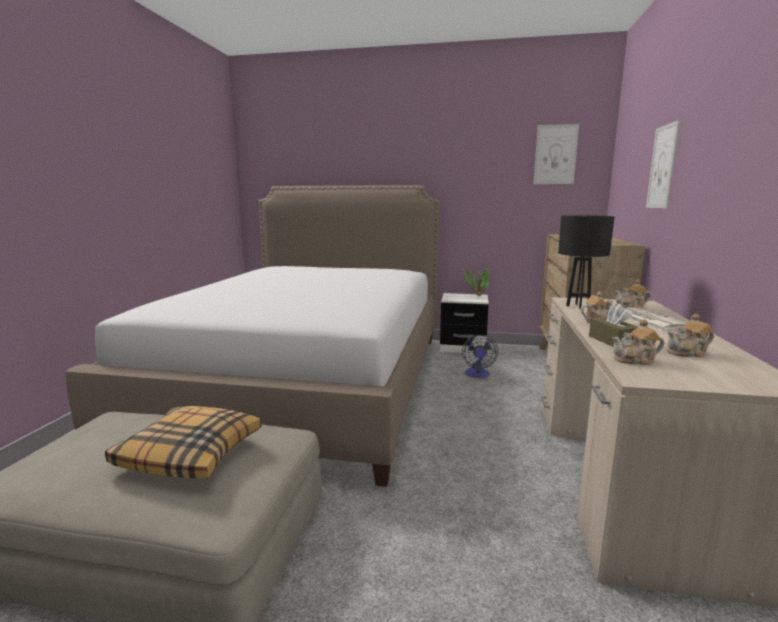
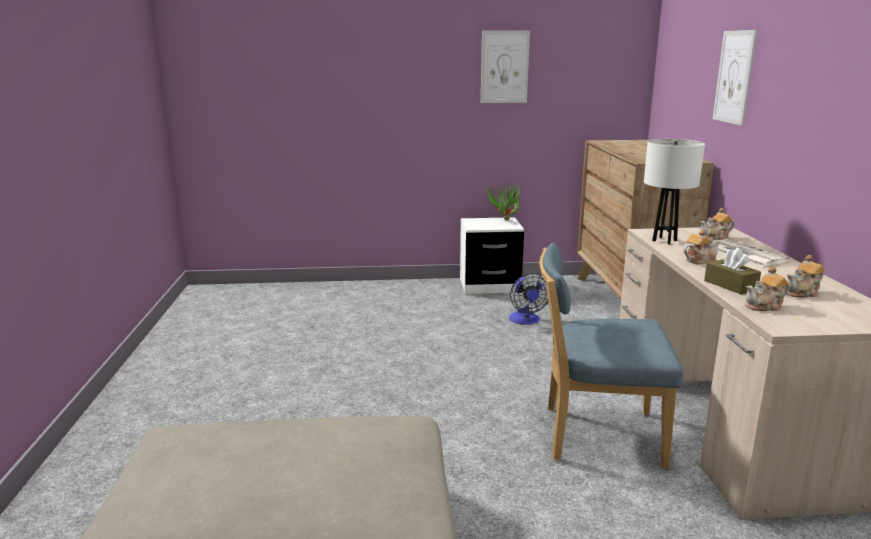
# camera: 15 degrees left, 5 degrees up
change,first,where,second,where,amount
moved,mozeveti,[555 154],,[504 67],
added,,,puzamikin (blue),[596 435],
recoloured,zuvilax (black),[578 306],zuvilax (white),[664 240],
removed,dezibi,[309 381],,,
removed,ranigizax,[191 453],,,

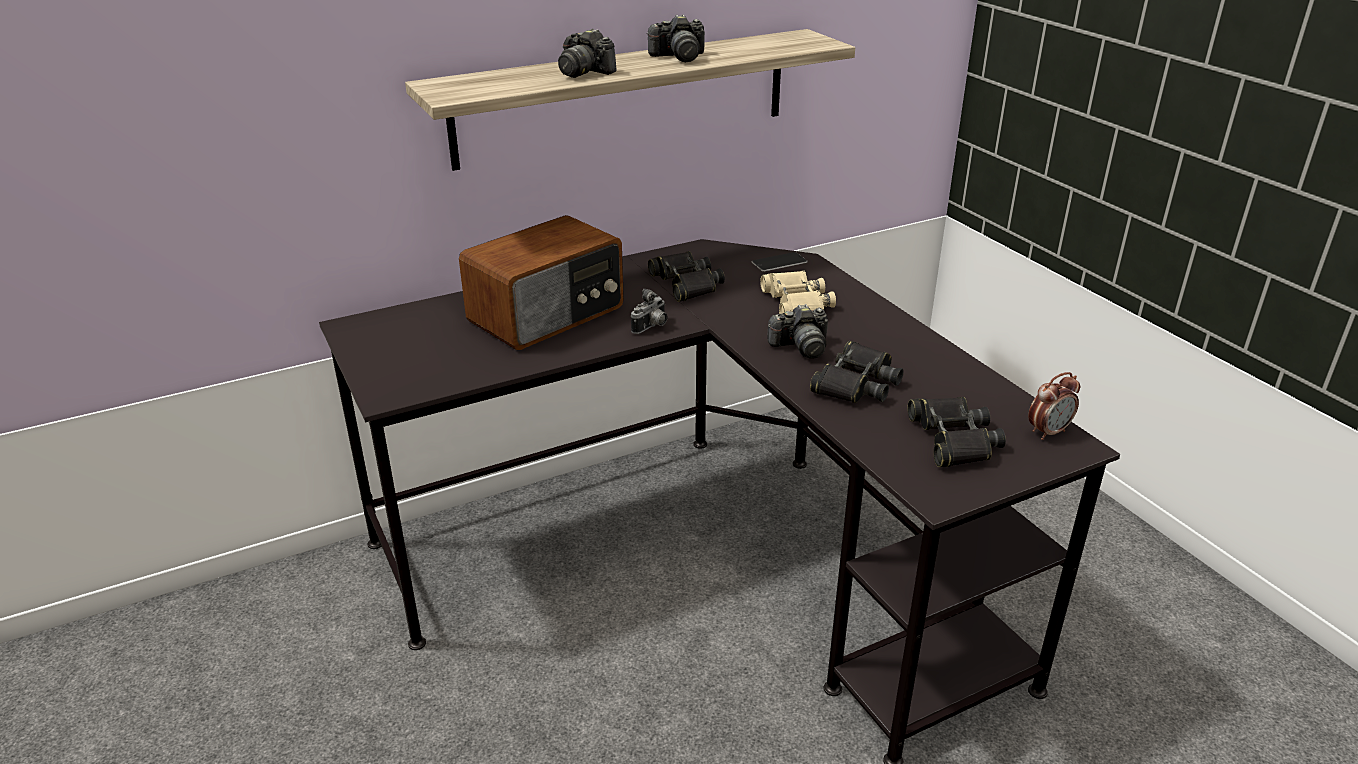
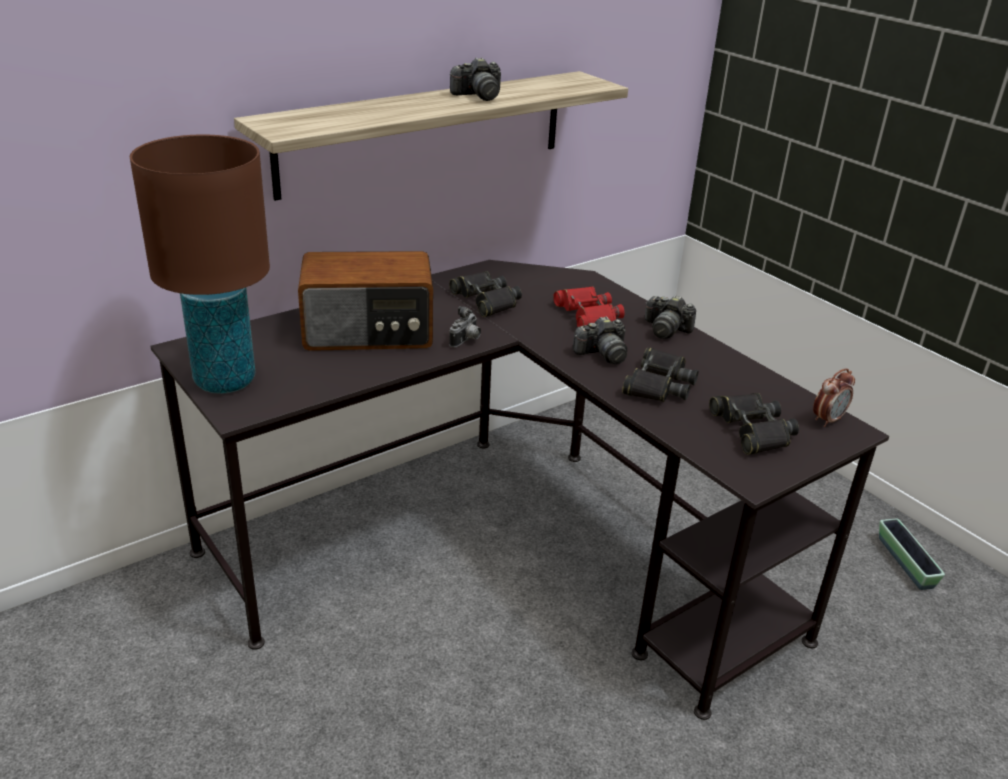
# camera: 10 degrees left, 0 degrees up
change,first,where,second,where,amount
added,,,zuvilax (brown),[224 380],
turned,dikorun,[548 315],,[369 332],45 degrees clockwise
recoloured,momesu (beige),[796 304],momesu (red),[588 316],
moved,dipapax,[584 72],,[666 330],
added,,,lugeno,[905 562],
removed,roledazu,[779 262],,,

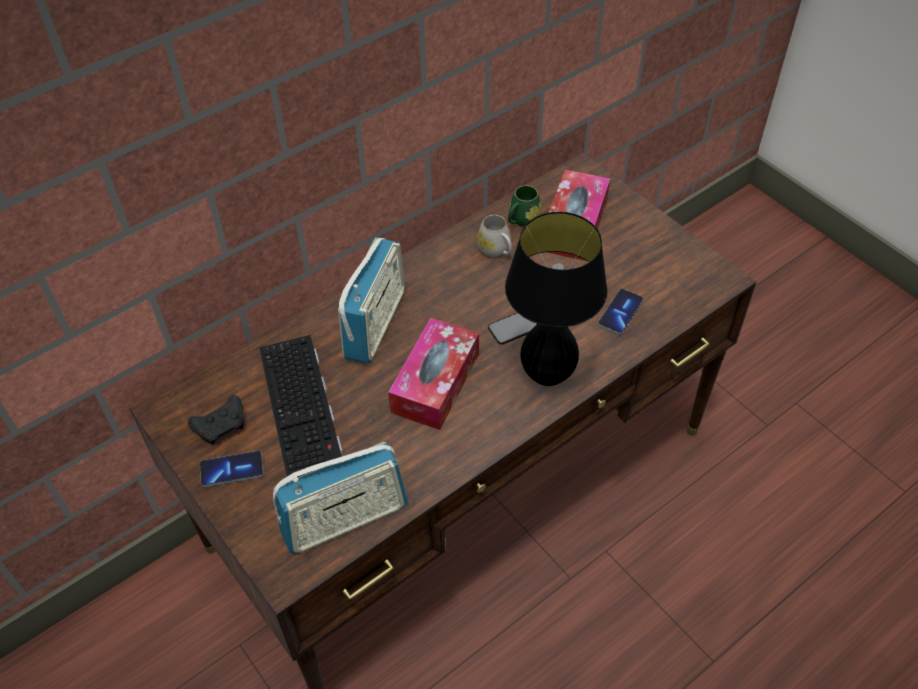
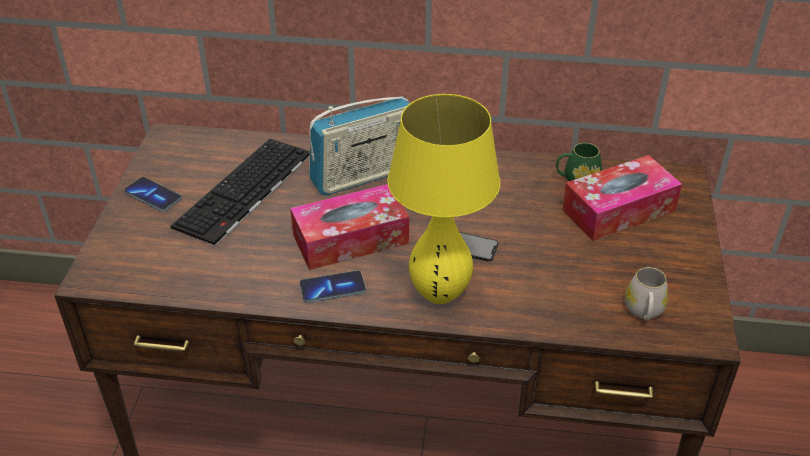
# camera: 45 degrees right, 10 degrees down
change,first,where,second,where,amount
moved,roledazu,[620 313],,[332 288],
recoloured,zuvilax (black),[547 376],zuvilax (yellow),[439 294],
moved,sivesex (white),[496 250],,[644 312],
removed,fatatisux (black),[222 425],,,
removed,dikorun,[345 519],,,

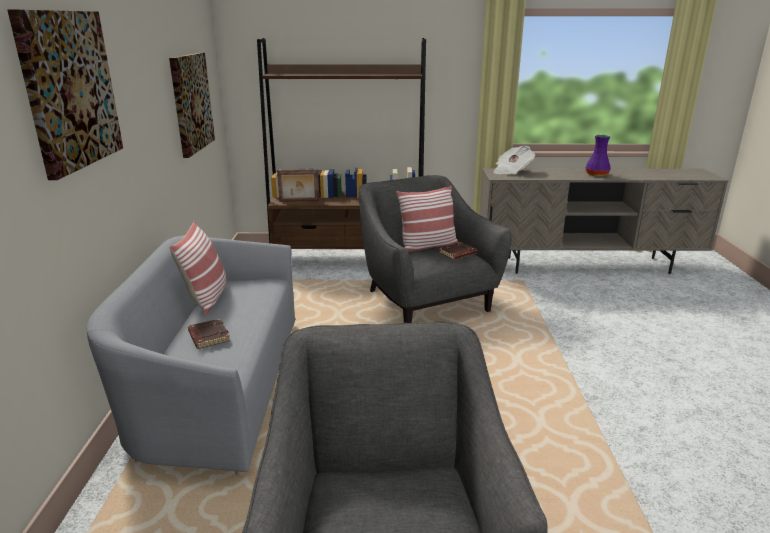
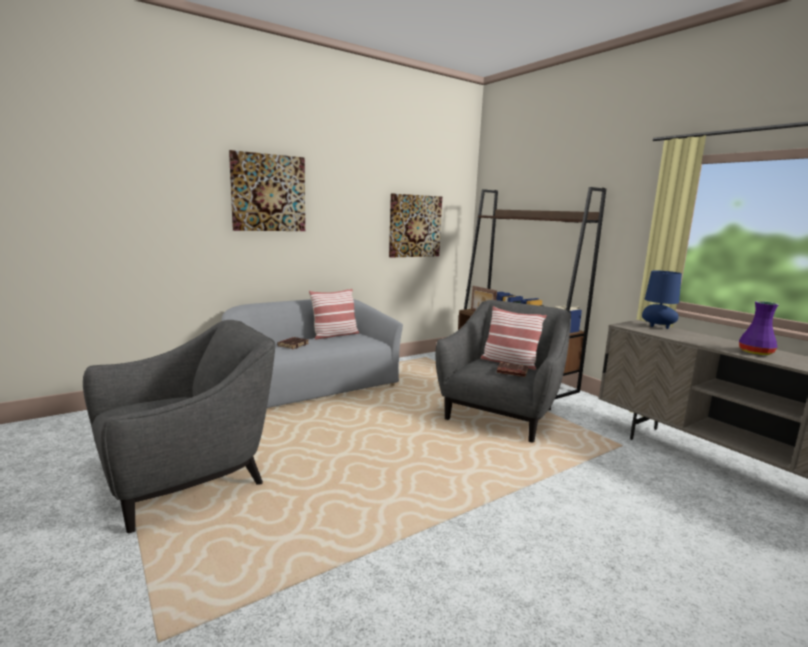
# camera: 55 degrees right, 10 degrees down
change,first,where,second,where,amount
replaced,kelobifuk,[511 171],zuvilax (blue),[657 327],

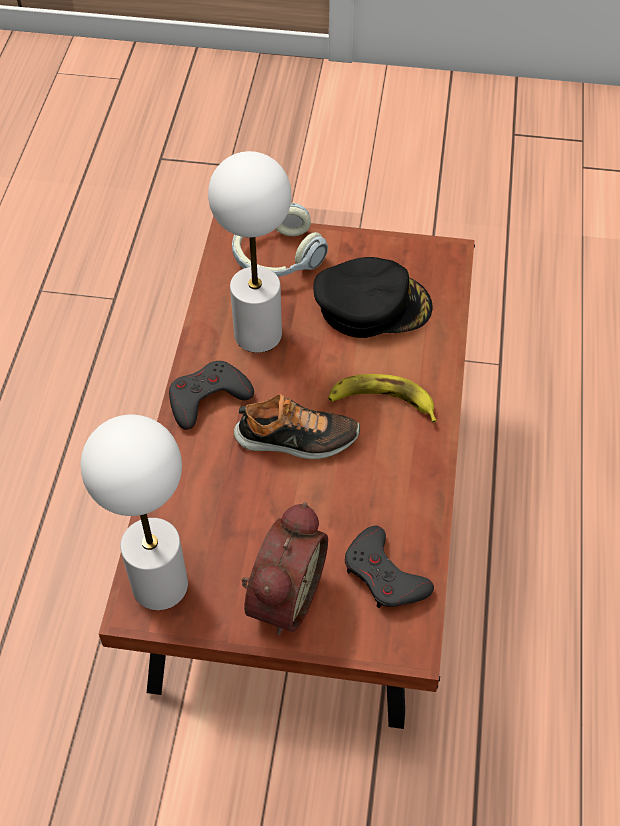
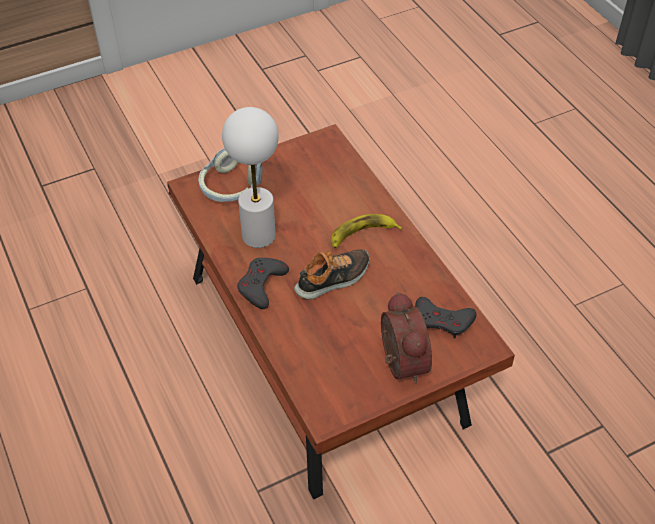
# camera: 35 degrees left, 5 degrees down
change,first,where,second,where,amount
removed,zuvilax (white),[160 584],,,
removed,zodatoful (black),[372 305],,,

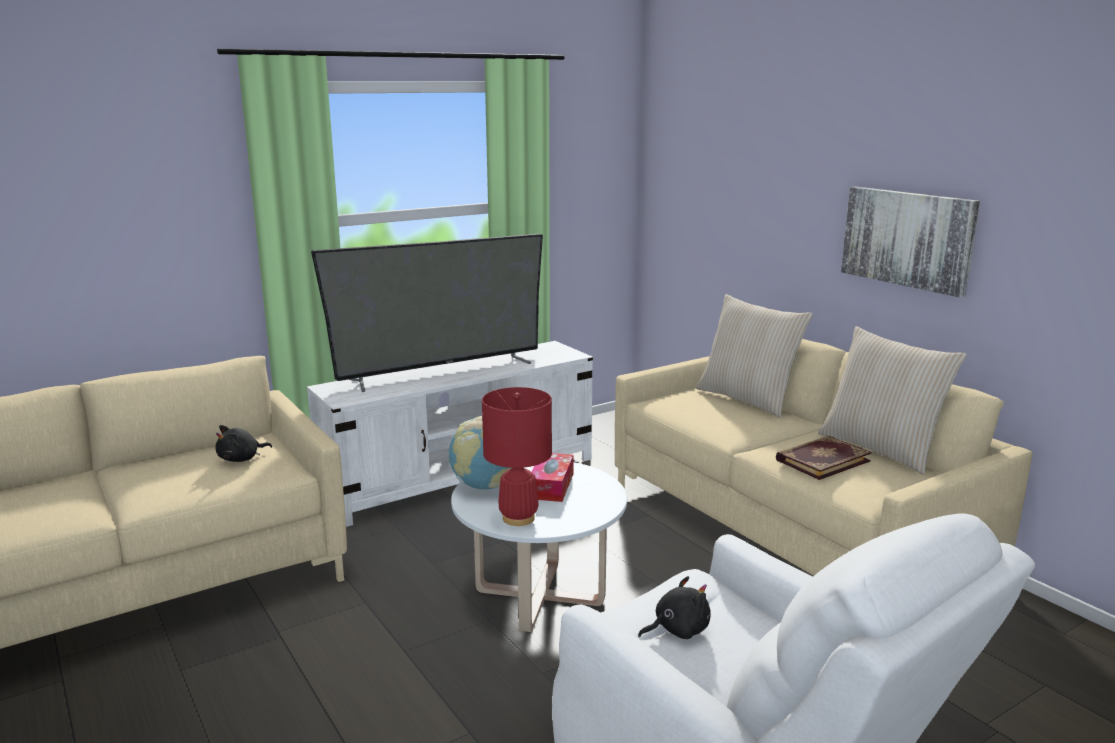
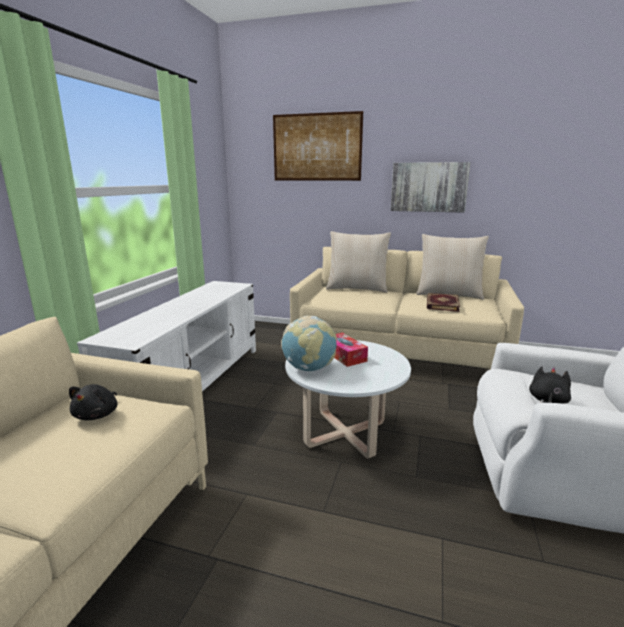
# camera: 40 degrees left, 0 degrees up
change,first,where,second,where,amount
added,,,mozeveti,[316 147],
removed,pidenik,[441 371],,,
removed,zuvilax (red),[518 518],,,

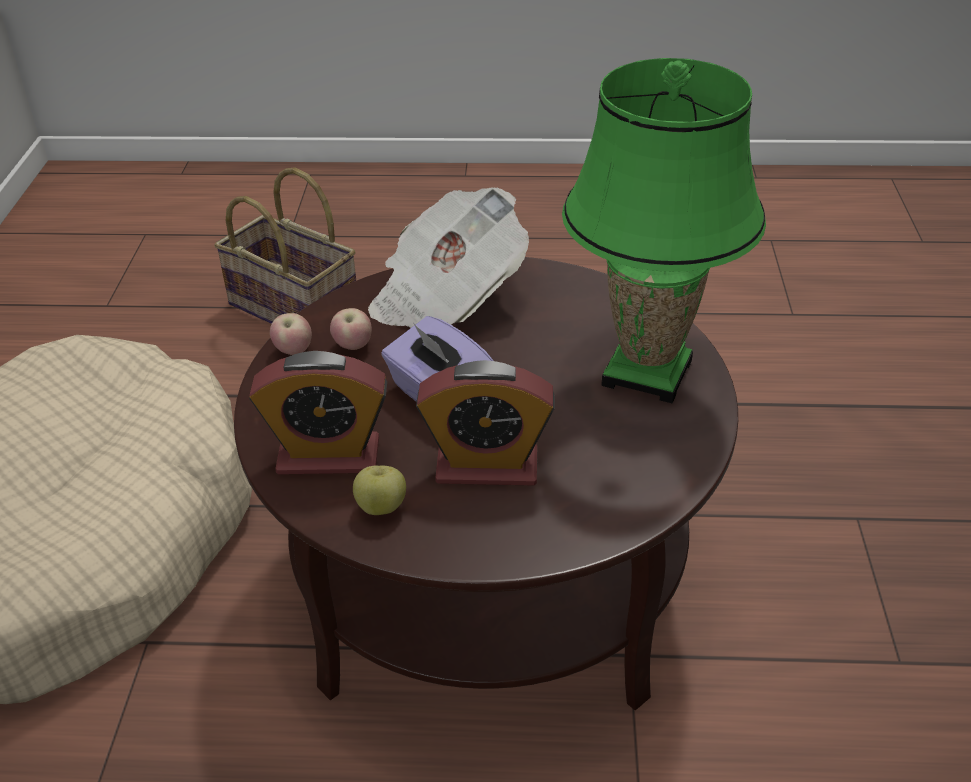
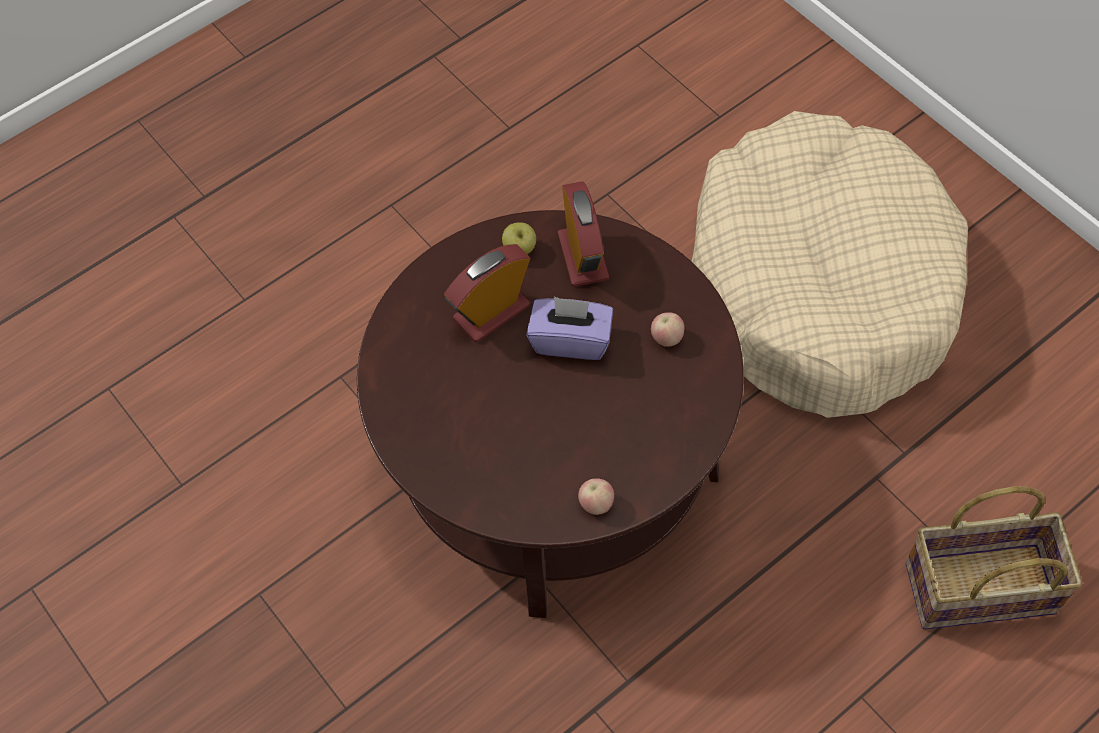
# camera: 140 degrees right, 20 degrees up
change,first,where,second,where,amount
turned,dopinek,[328 456],,[583 256],120 degrees clockwise
moved,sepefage,[293 351],,[596 504],
removed,kelobifuk,[446 297],,,
removed,zuvilax (green),[646 373],,,

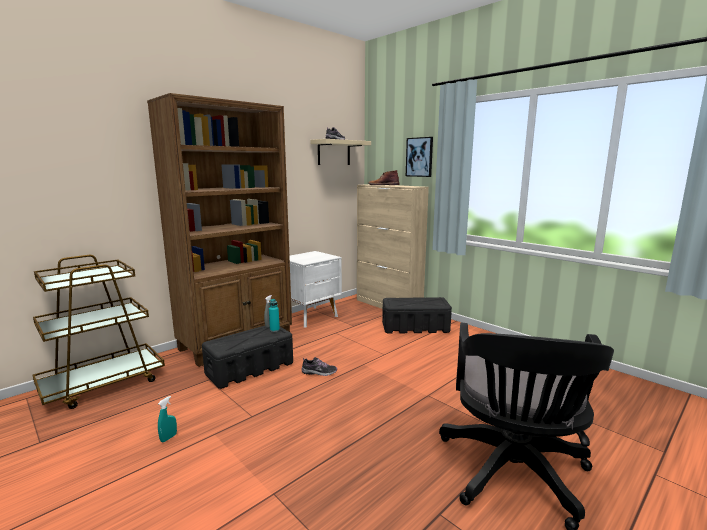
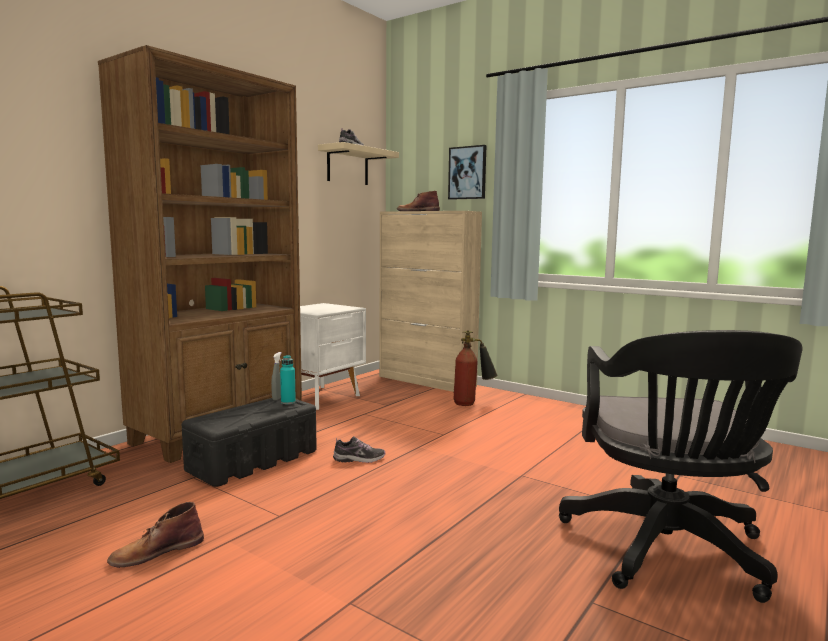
# camera: 10 degrees left, 5 degrees down
change,first,where,second,where,amount
replaced,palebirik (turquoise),[168 438],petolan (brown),[156 551],
replaced,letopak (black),[414 327],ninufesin,[472 403],

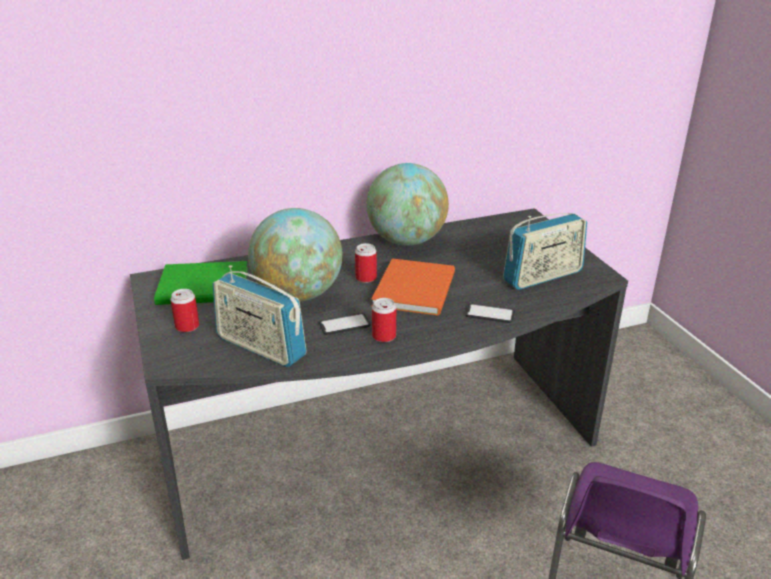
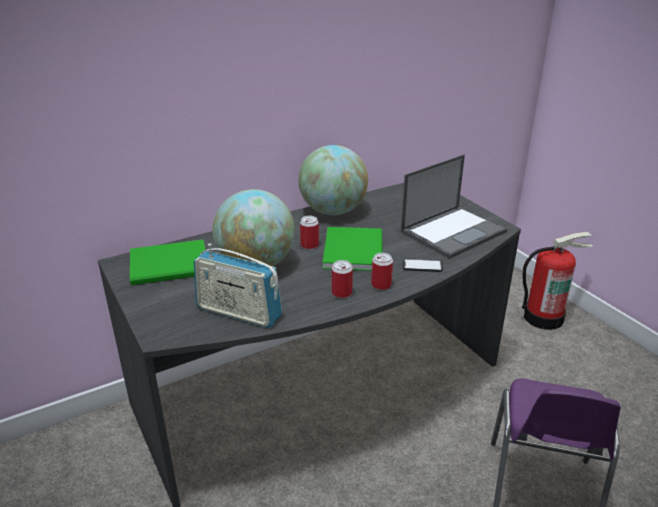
# camera: 10 degrees left, 0 degrees up
change,first,where,second,where,amount
recoloured,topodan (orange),[417 288],topodan (green),[355 250],
moved,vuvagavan,[187 326],,[381 285],
replaced,dikorun,[543 276],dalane,[453 231],
added,,,ninufesin,[543 317],
removed,roledazu,[344 325],,,

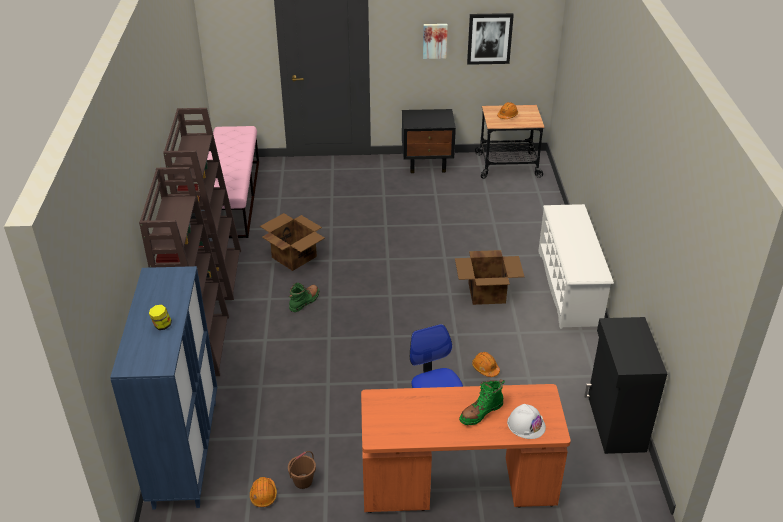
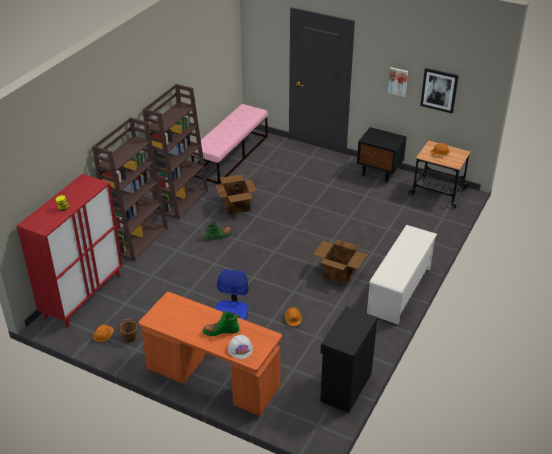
# camera: 30 degrees right, 0 degrees up
change,first,where,second,where,amount
recoloured,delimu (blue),[185 452],delimu (red),[83 296],

